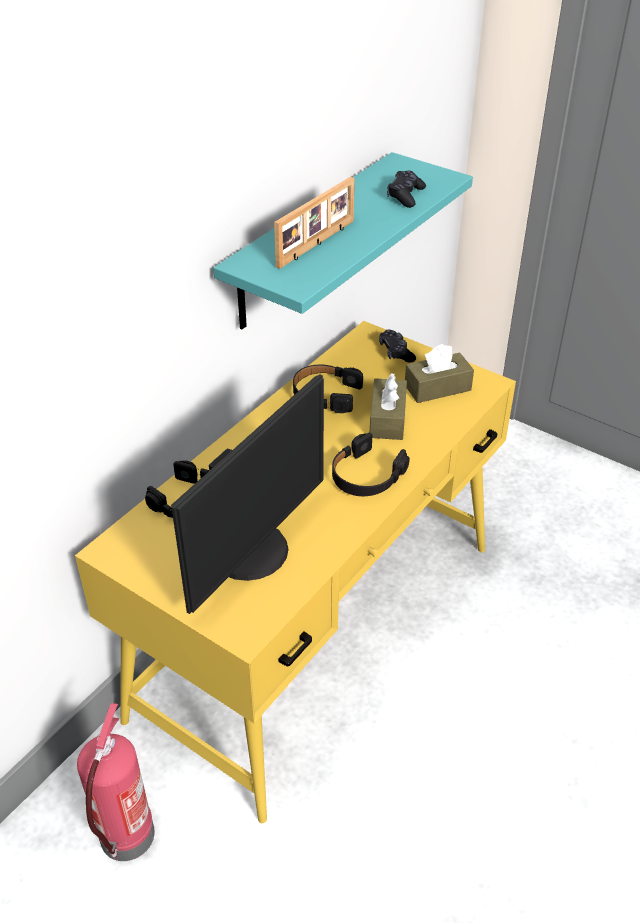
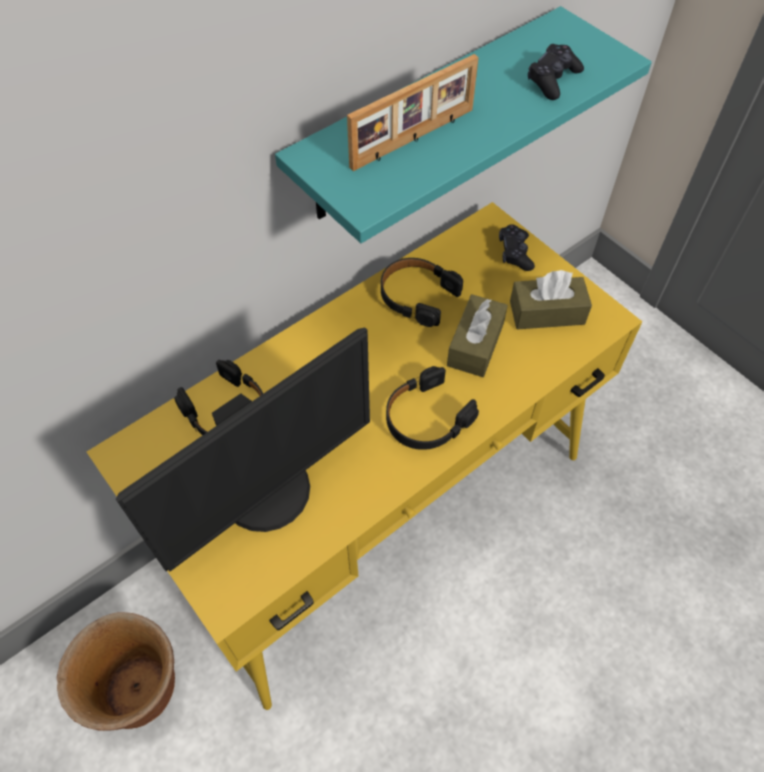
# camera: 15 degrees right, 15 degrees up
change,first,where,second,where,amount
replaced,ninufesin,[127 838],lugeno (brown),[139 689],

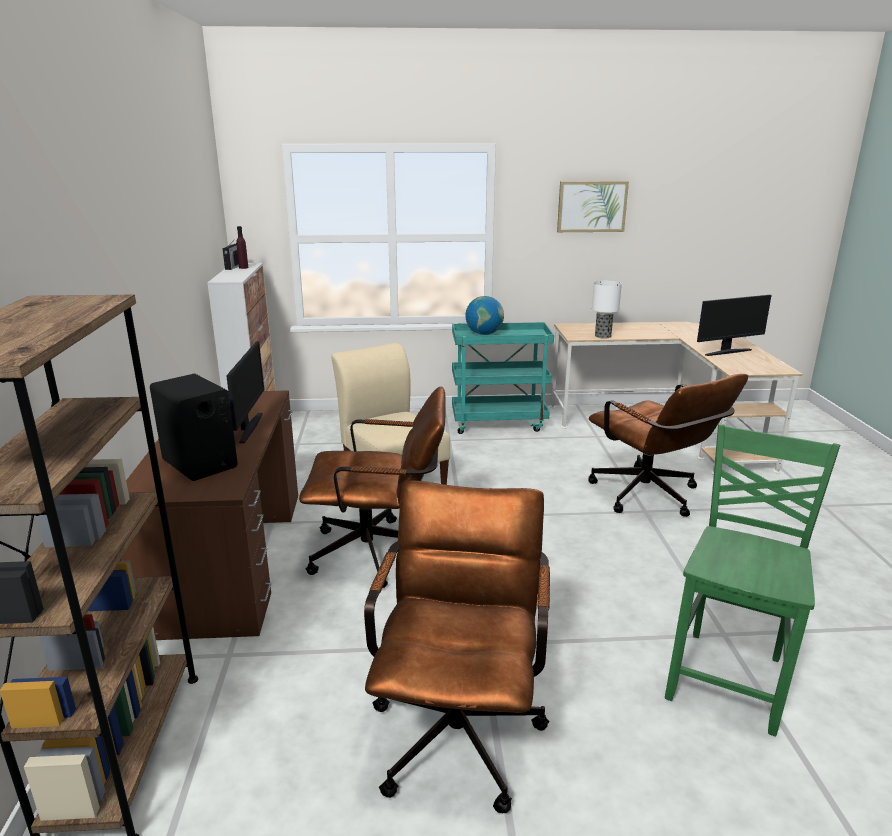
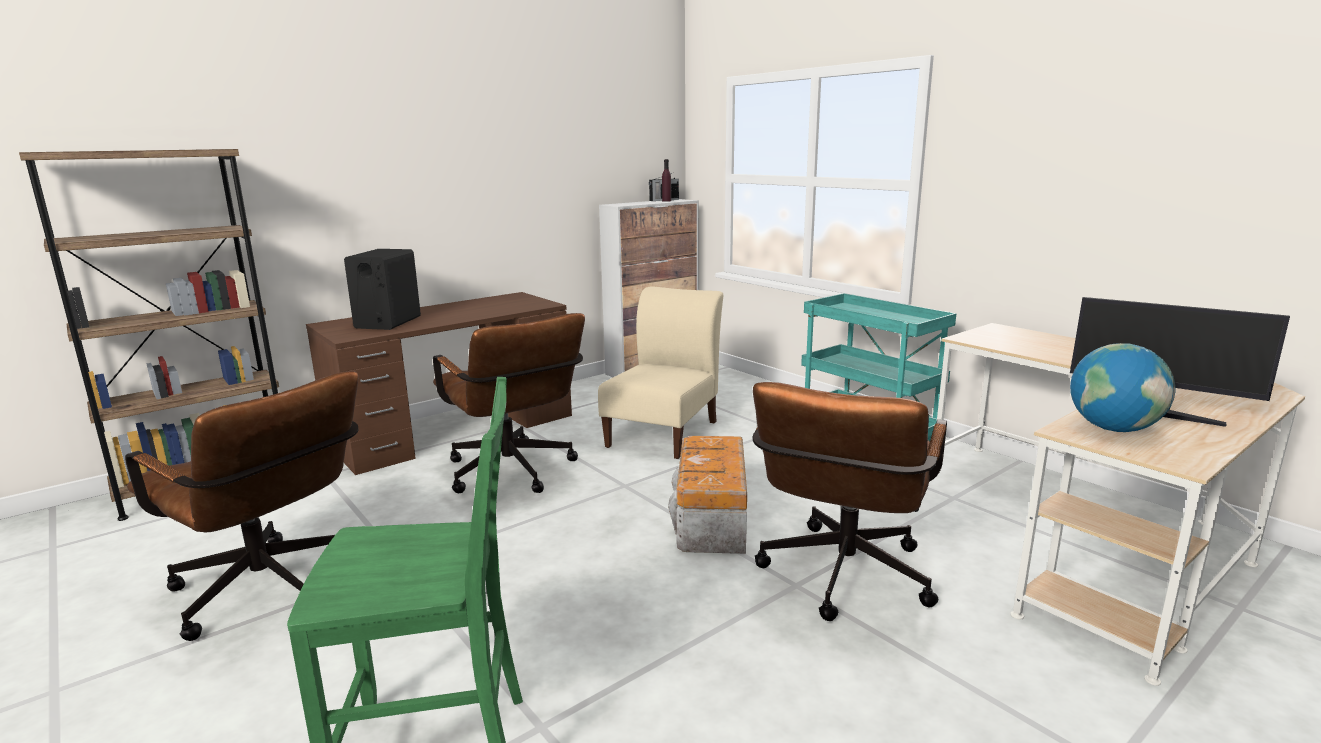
# camera: 55 degrees right, 5 degrees down
change,first,where,second,where,amount
turned,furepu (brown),[459 725],,[273 592],60 degrees clockwise
added,,,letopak,[711 520],
moved,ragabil,[484 334],,[1113 428],
removed,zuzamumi,[249 427],,,
removed,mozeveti,[592 206],,,
removed,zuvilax,[602 336],,,

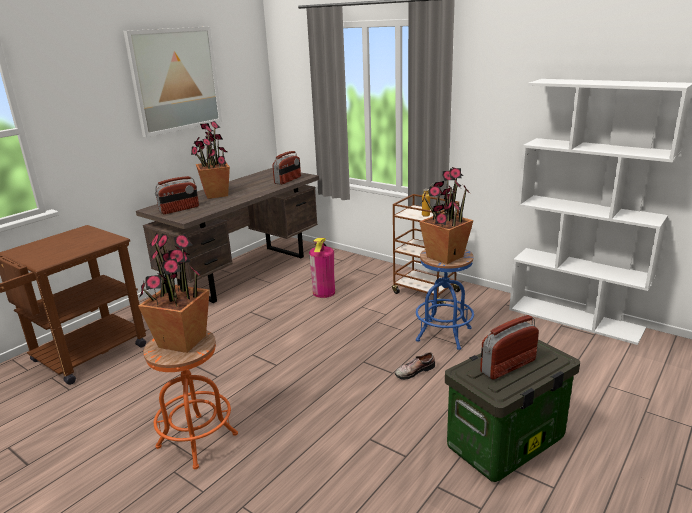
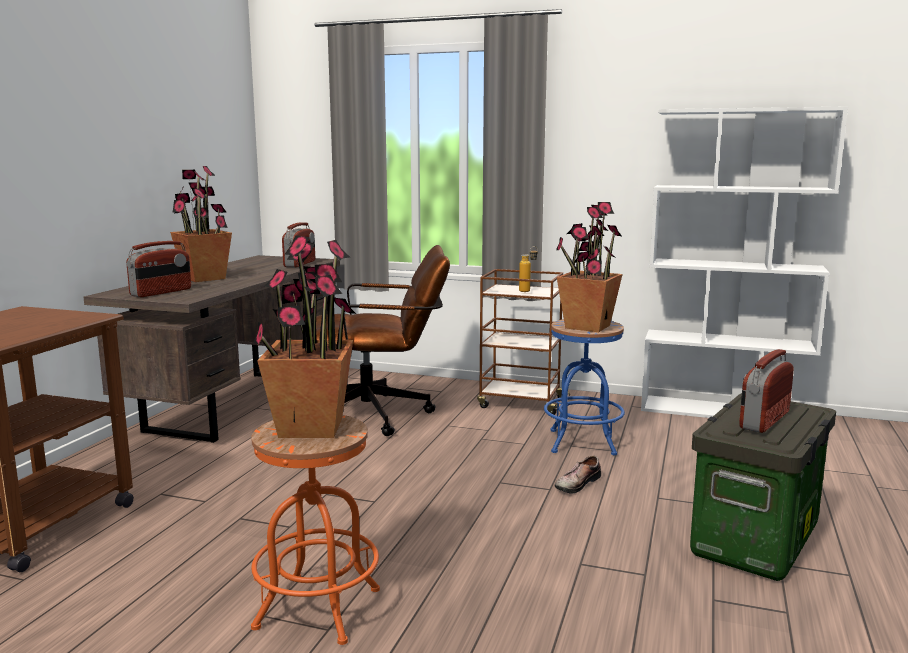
# camera: 20 degrees left, 10 degrees down
change,first,where,second,where,amount
replaced,ninufesin,[324 292],furepu (brown),[380 415],
removed,mozeveti,[175 80],,,

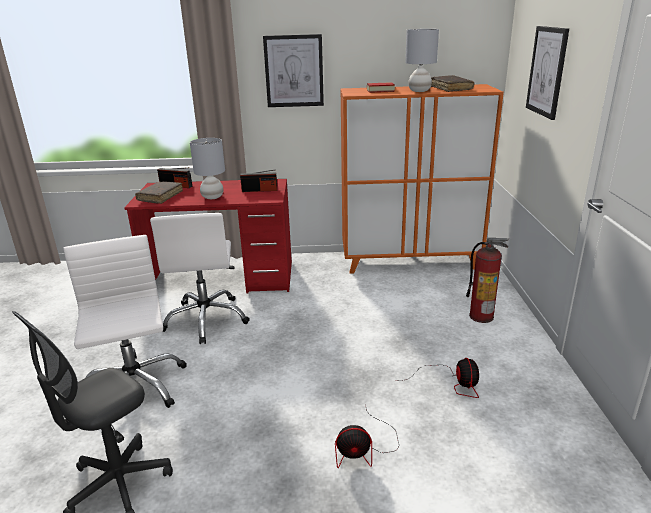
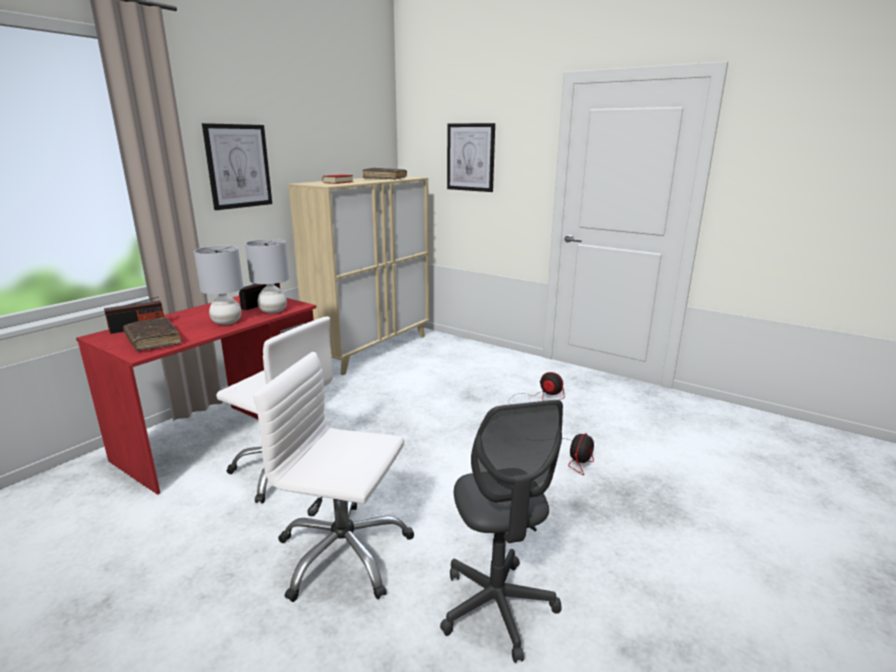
# camera: 55 degrees left, 5 degrees down
change,first,where,second,where,amount
moved,zuvilax (grey),[419 91],,[273 311],
recoloured,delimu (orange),[410 262],delimu (beige),[372 349],
removed,ninufesin,[481 316],,,

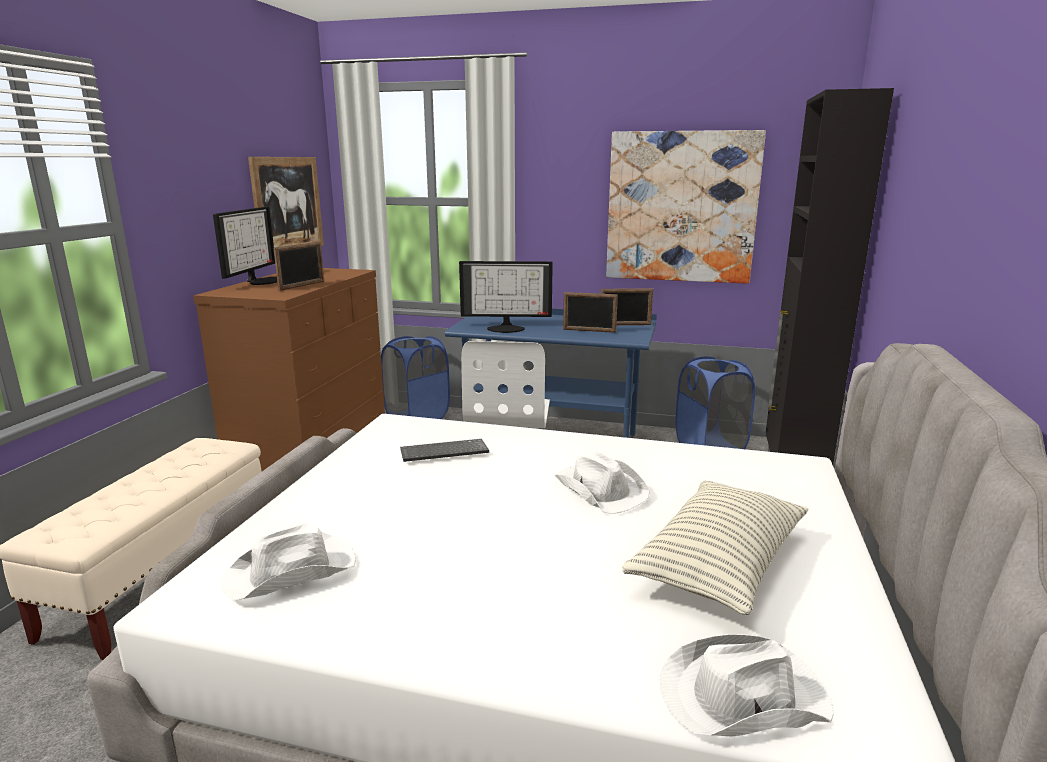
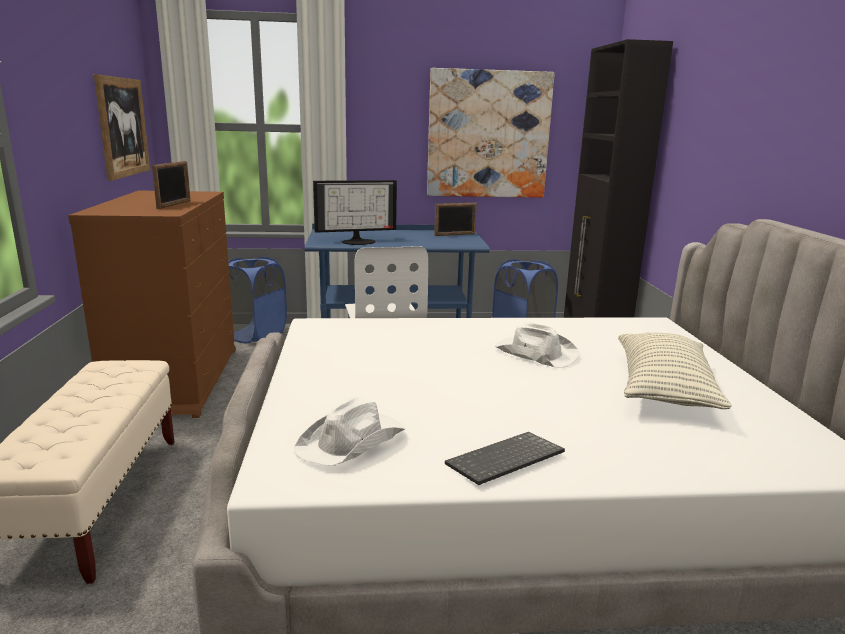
# camera: 20 degrees left, 0 degrees up
change,first,where,second,where,amount
moved,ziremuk,[443 453],,[505 461],
removed,zuzamumi,[262 281],,,
removed,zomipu,[589 331],,,
removed,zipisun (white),[740 696],,,

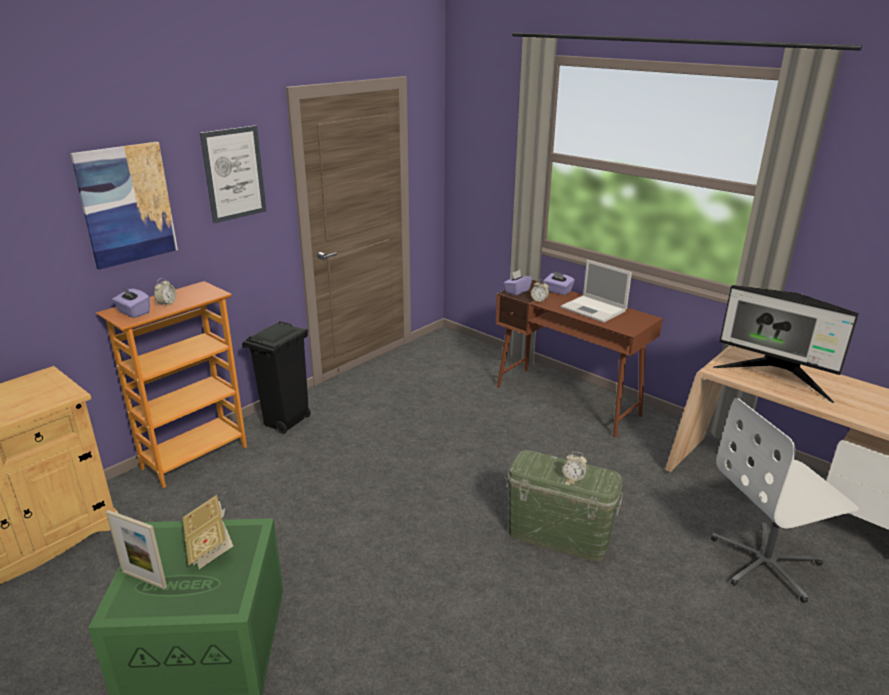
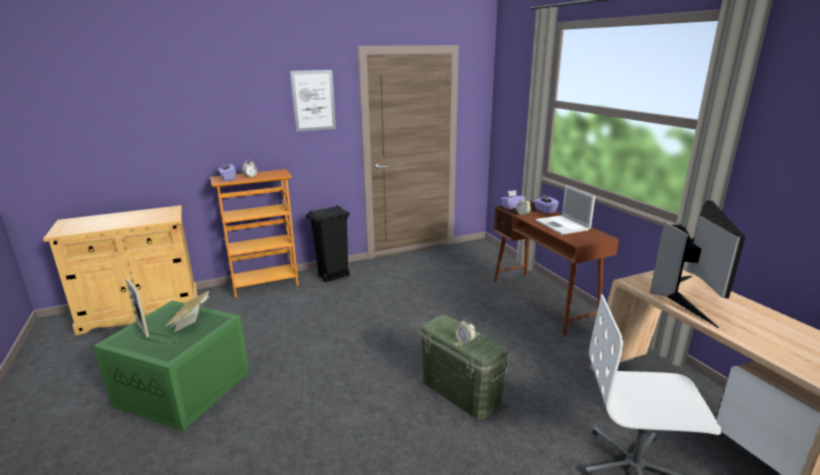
# camera: 25 degrees right, 5 degrees down
change,first,where,second,where,amount
turned,zuzamumi,[775 378],,[686 297],135 degrees counterclockwise
removed,mozeveti,[126 204],,,

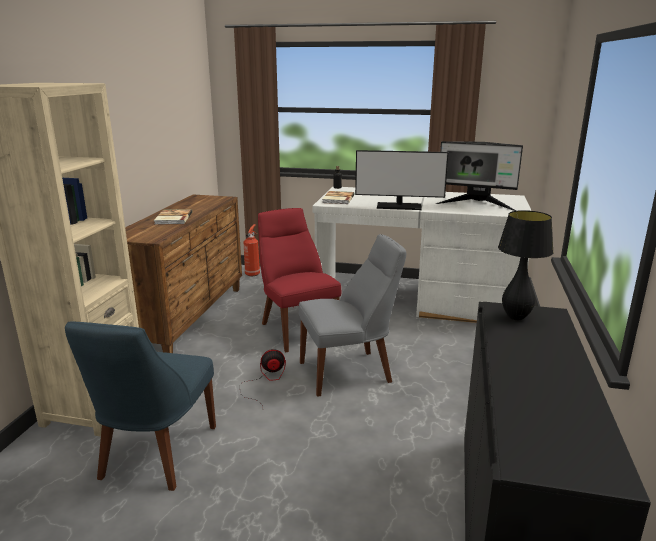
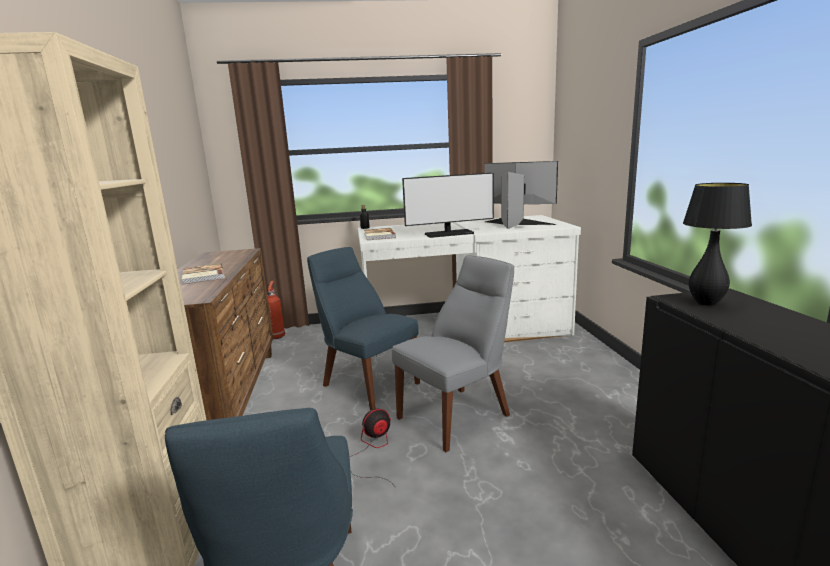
# camera: 20 degrees left, 5 degrees down
change,first,where,second,where,amount
recoloured,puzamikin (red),[297 329],puzamikin (blue),[367 383],
turned,zuzamumi,[476 205],,[515 224],150 degrees counterclockwise

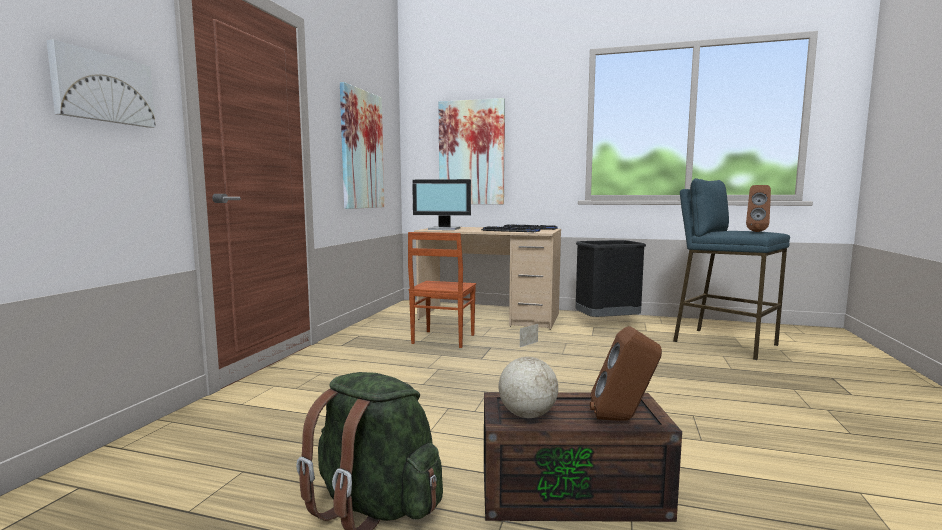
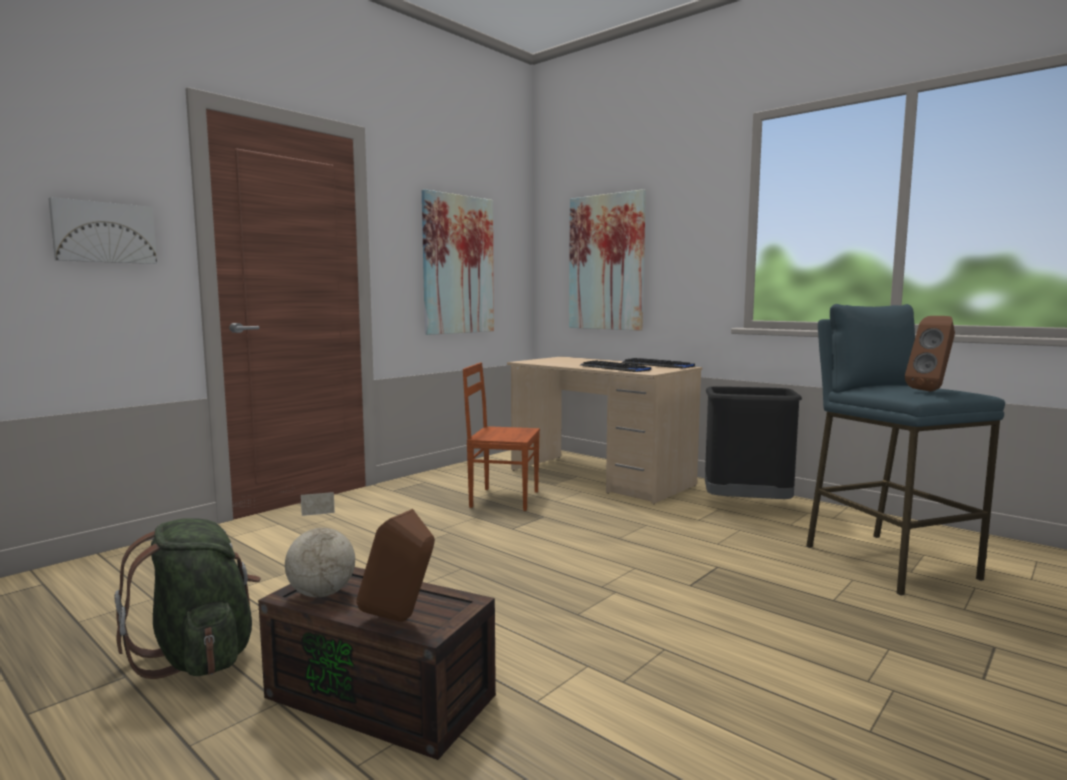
# camera: 25 degrees right, 0 degrees up
change,first,where,second,where,amount
turned,puzamikin (brown),[442 339],,[503 498],60 degrees clockwise
removed,zuzamumi,[444 229],,,

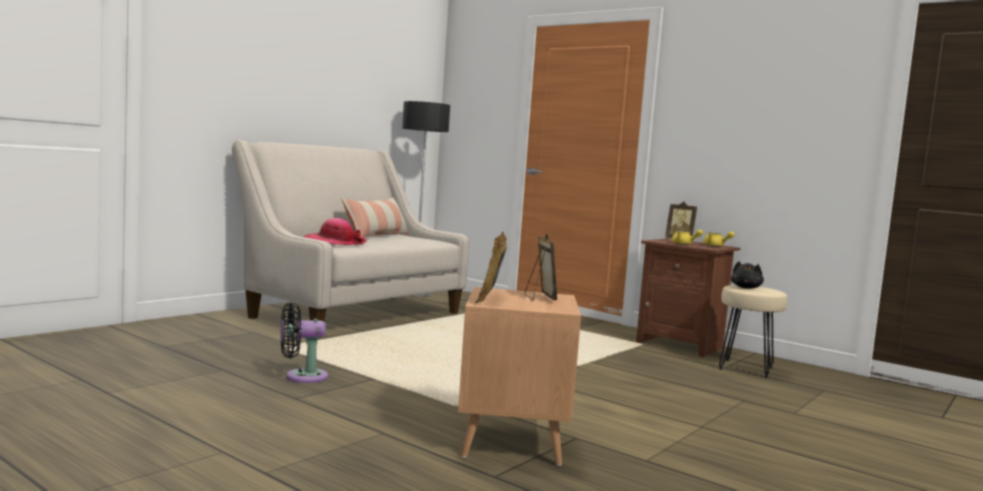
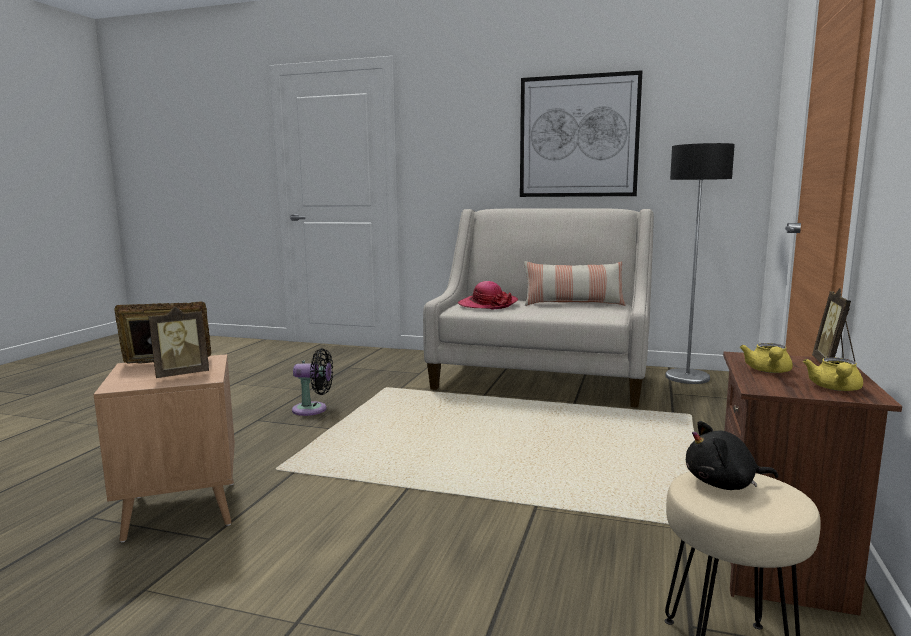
# camera: 70 degrees right, 5 degrees up
change,first,where,second,where,amount
turned,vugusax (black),[302 377],,[313 409],135 degrees clockwise
added,,,mozeveti,[578 136],

